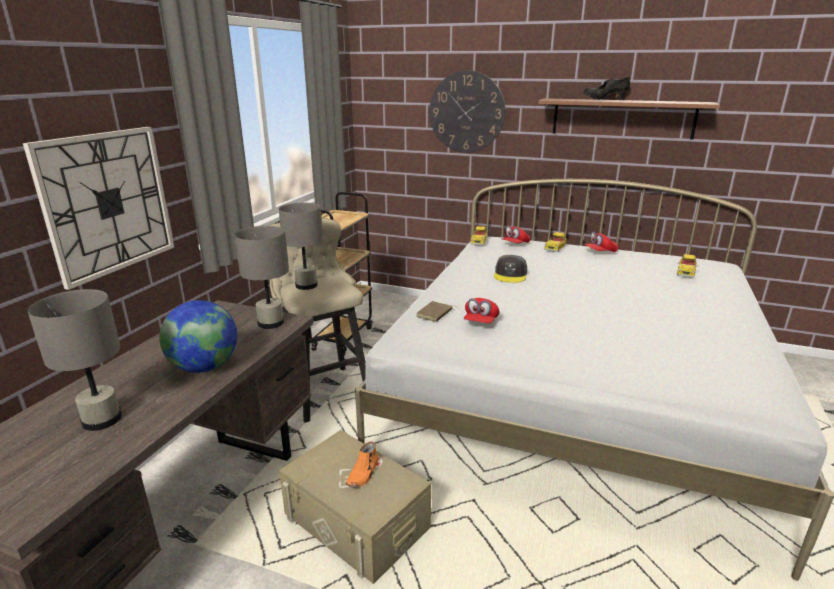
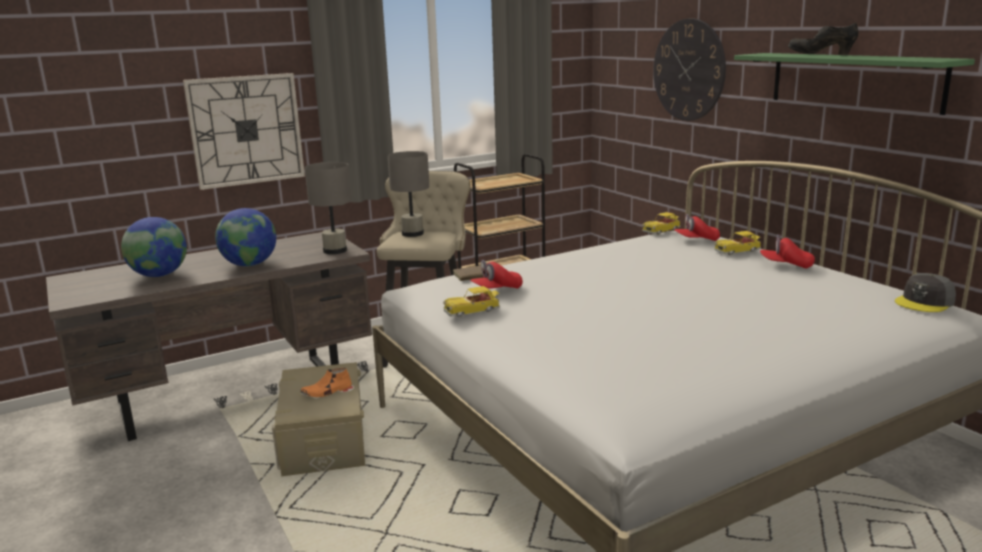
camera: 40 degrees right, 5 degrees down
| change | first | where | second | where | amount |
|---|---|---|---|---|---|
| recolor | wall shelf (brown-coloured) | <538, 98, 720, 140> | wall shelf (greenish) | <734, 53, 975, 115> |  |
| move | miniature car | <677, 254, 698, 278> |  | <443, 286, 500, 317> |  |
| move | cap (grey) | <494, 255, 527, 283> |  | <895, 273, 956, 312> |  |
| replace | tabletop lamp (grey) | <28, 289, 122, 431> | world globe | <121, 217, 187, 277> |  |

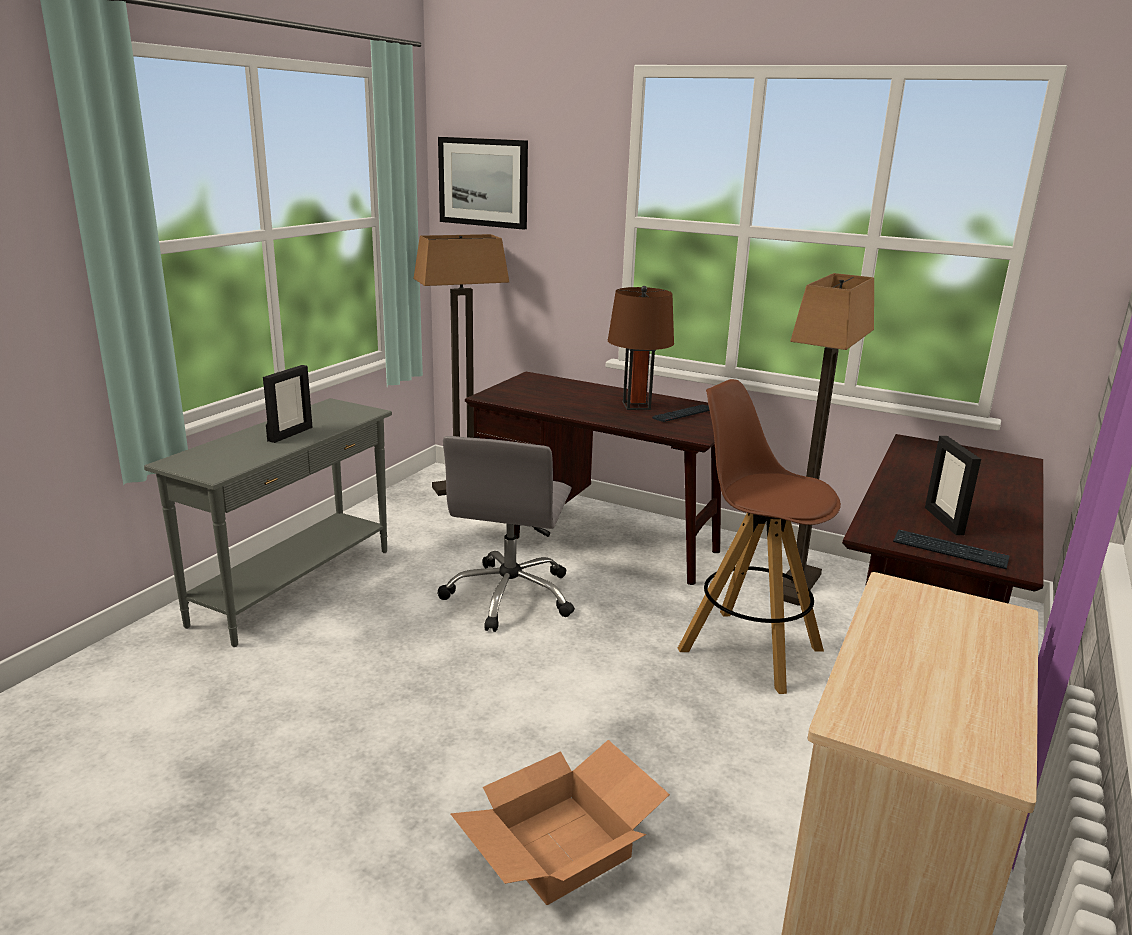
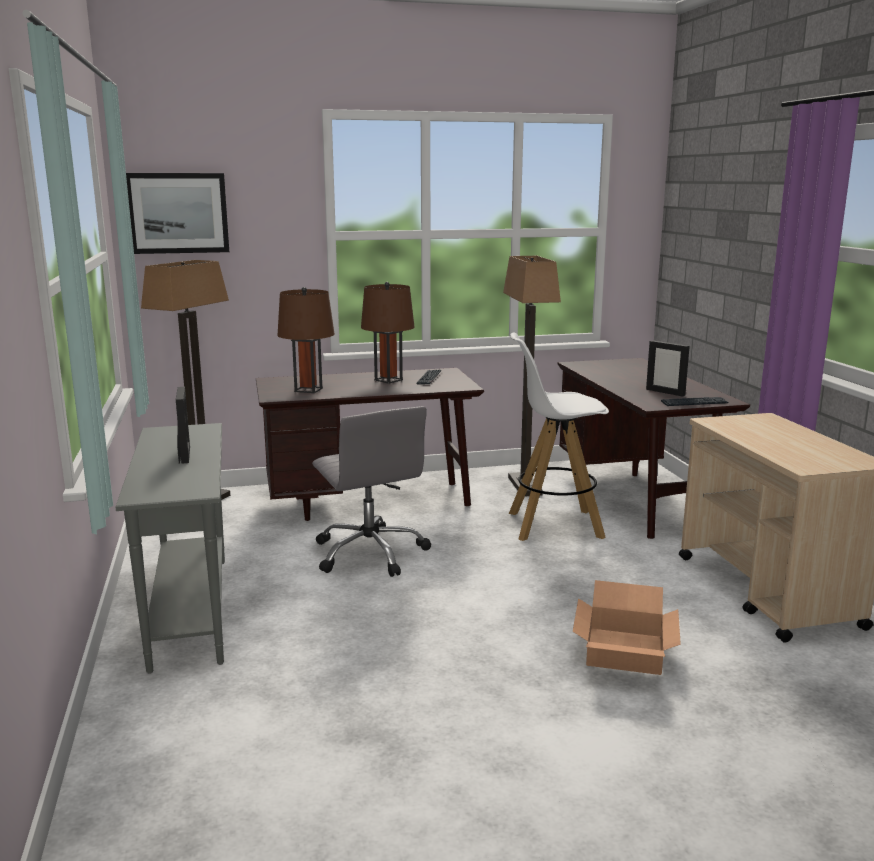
camera: 40 degrees left, 5 degrees down
| change | first | where | second | where | amount |
|---|---|---|---|---|---|
| recolor | stool seat (brown-coloured) | <678, 379, 841, 694> | stool seat (white-coloured) | <509, 332, 609, 541> |  |
| insert |  |  | tabletop lamp (brown-coloured) | <277, 287, 335, 393> |  |

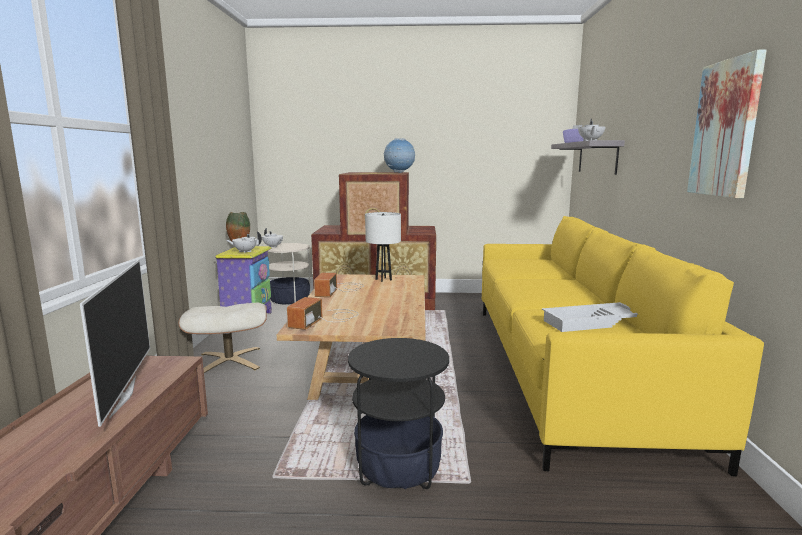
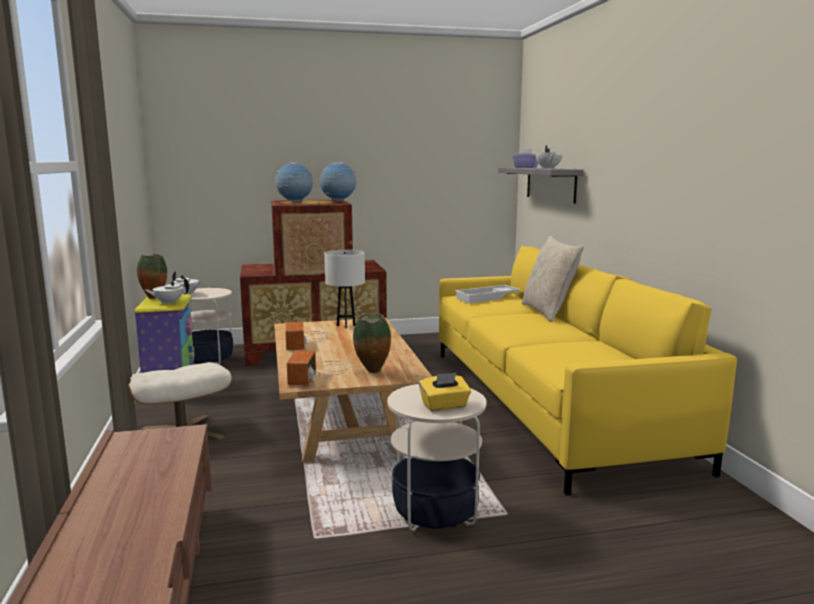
camera: 15 degrees left, 0 degrees up
| change | first | where | second | where | amount |
|---|---|---|---|---|---|
| delete | wall art | <687, 50, 767, 198> |  |  |  |
| delete | TV | <80, 260, 150, 427> |  |  |  |
| move | carrying tray (white-coloured) | <542, 302, 638, 332> |  | <455, 285, 521, 304> |  |
| recolor | accent table (black) | <348, 338, 449, 489> | accent table (beige) | <387, 384, 487, 531> |  |
| insert |  |  | world globe | <275, 162, 313, 203> |  |
| insert |  |  | cushion (beige) | <522, 236, 584, 322> |  |
| insert |  |  | decorative vase | <353, 313, 391, 373> |  |
| insert |  |  | box of tissues (yellow-coloured) | <419, 373, 471, 411> |  |

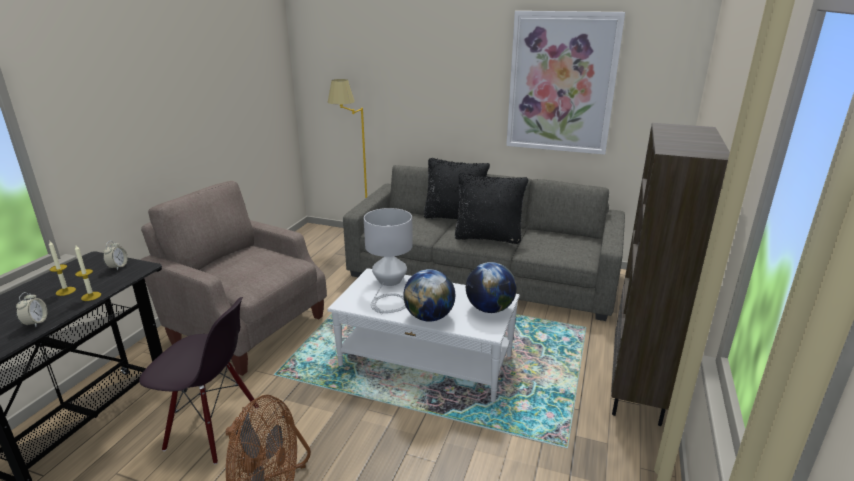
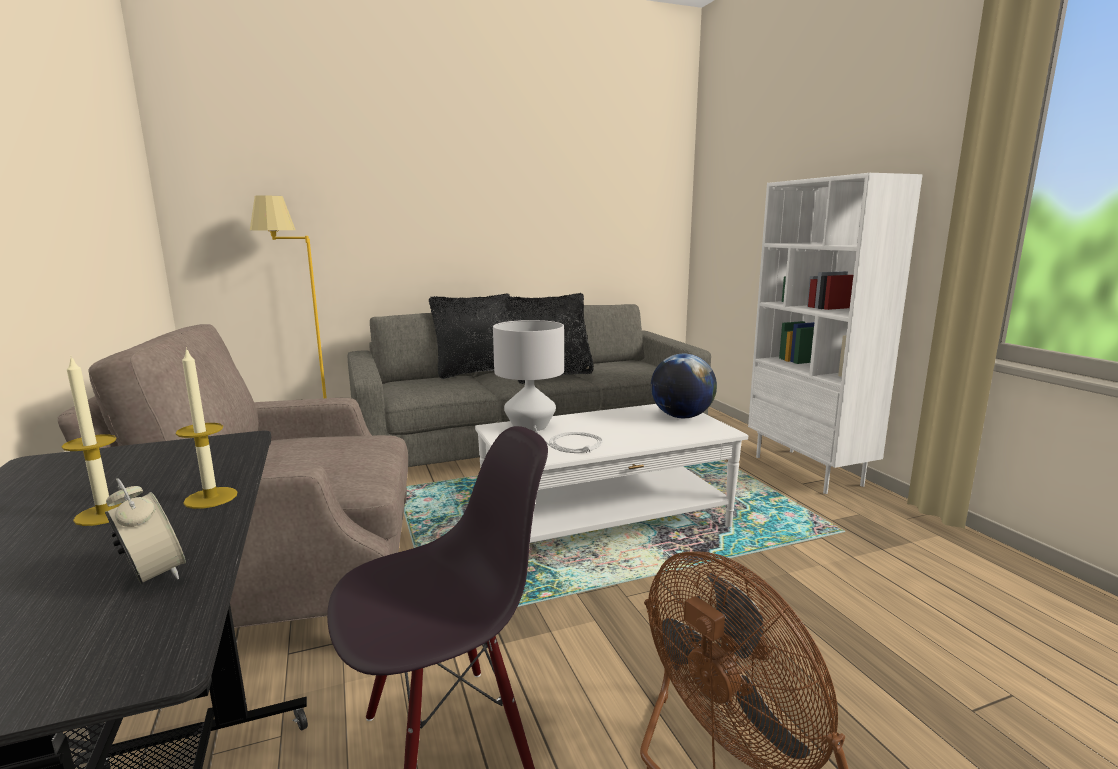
camera: 40 degrees left, 10 degrees down
| change | first | where | second | where | amount |
|---|---|---|---|---|---|
| delete | wall art | <506, 11, 625, 155> |  |  |  |
| recolor | bookcase (brown-coloured) | <611, 123, 730, 426> | bookcase (white-coloured) | <748, 173, 923, 494> |  |
| delete | table clock | <103, 241, 128, 270> |  |  |  |
| delete | world globe | <403, 269, 455, 322> |  |  |  |

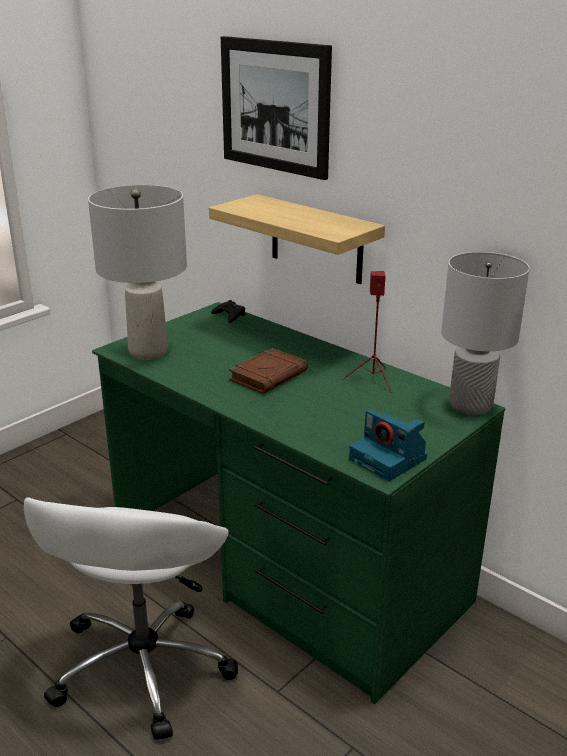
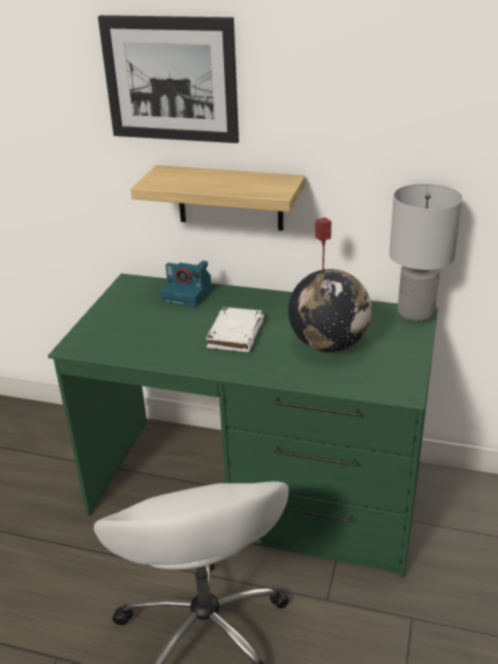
camera: 25 degrees left, 5 degrees up
| change | first | where | second | where | amount |
|---|---|---|---|---|---|
| delete | tabletop lamp (grey) | <88, 185, 187, 360> |  |  |  |
| delete | joypad (black) | <211, 300, 246, 323> |  |  |  |
| recolor | volume (brown-coloured) | <229, 348, 308, 394> | volume (white-coloured) | <206, 307, 264, 352> |  |
| move | photo camera | <349, 410, 427, 481> |  | <161, 261, 213, 307> |  |
| insert |  |  | world globe | <288, 269, 372, 352> |  |

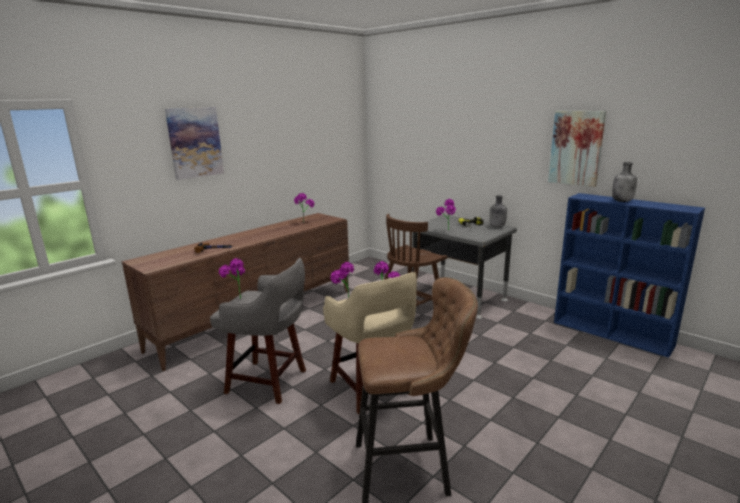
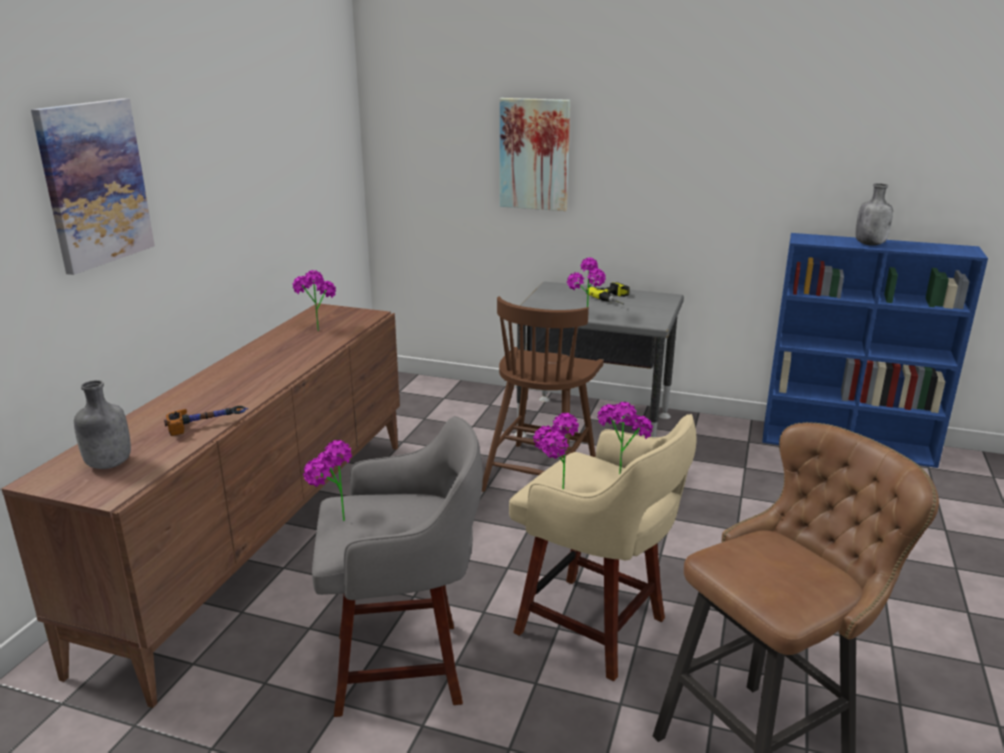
camera: 25 degrees left, 5 degrees up
| change | first | where | second | where | amount |
|---|---|---|---|---|---|
| move | wall art | <548, 111, 606, 187> |  | <500, 98, 570, 211> |  |
| move | bottle (grey) | <489, 195, 507, 227> |  | <74, 380, 131, 469> |  |

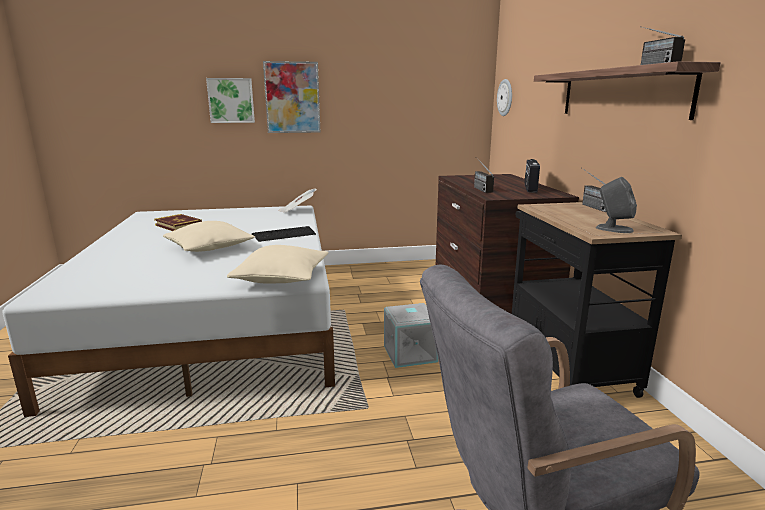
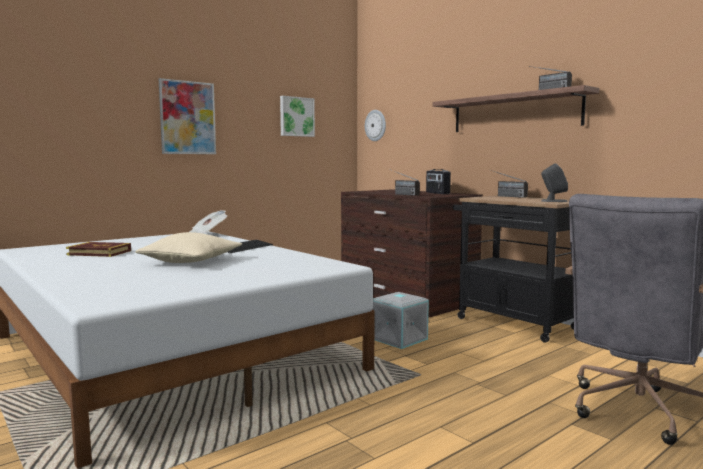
camera: 30 degrees left, 10 degrees down
| change | first | where | second | where | amount |
|---|---|---|---|---|---|
| move | wall art | <206, 78, 255, 123> |  | <280, 96, 315, 137> |  |
| delete | cushion (beige) | <227, 245, 329, 284> |  |  |  |

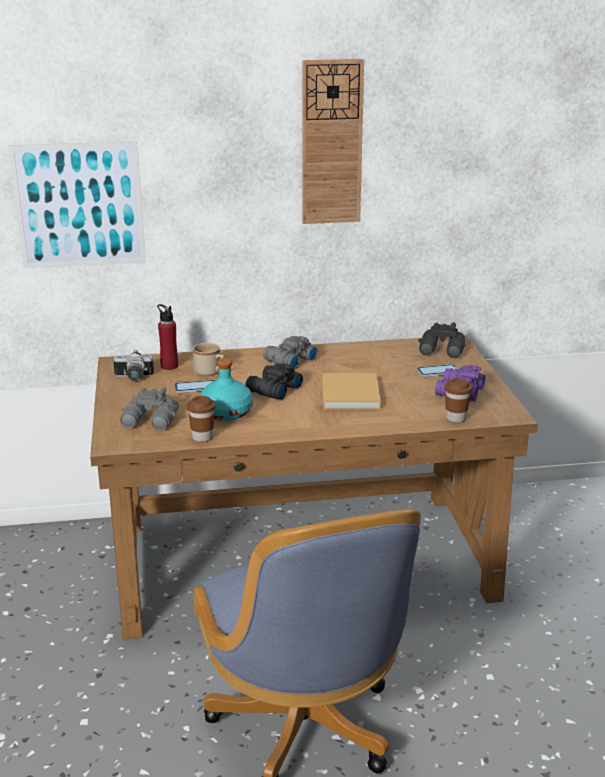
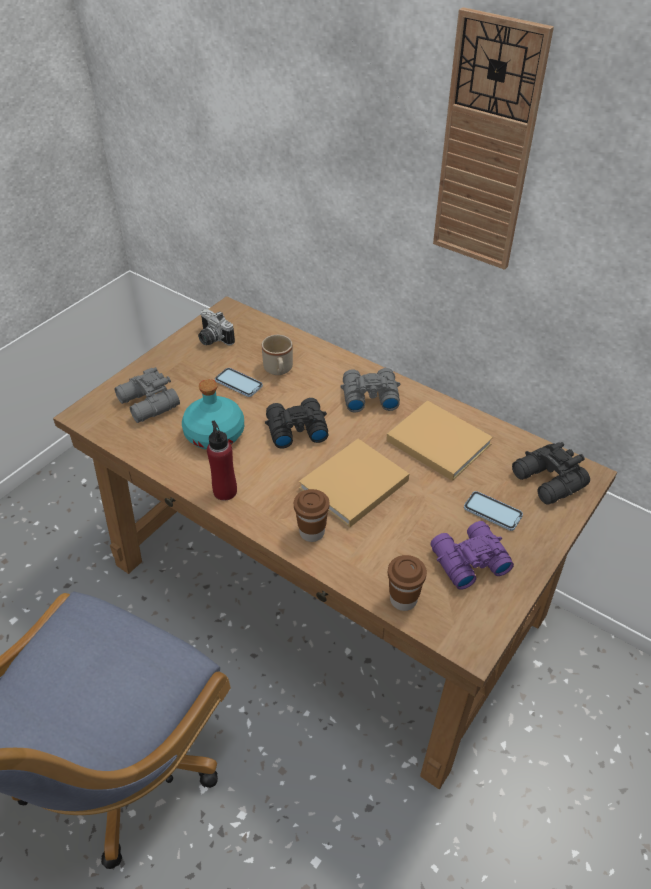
camera: 45 degrees right, 20 degrees up
| change | first | where | second | where | amount |
|---|---|---|---|---|---|
| delete | wall art | <8, 141, 146, 268> |  |  |  |
| move | bottle (red) | <157, 304, 178, 370> |  | <207, 421, 237, 501> |  |
| move | drinking cup (brown-coloured) | <187, 396, 215, 442> |  | <294, 489, 330, 542> |  |
| insert |  |  | volume (beige) | <386, 400, 493, 481> |  |

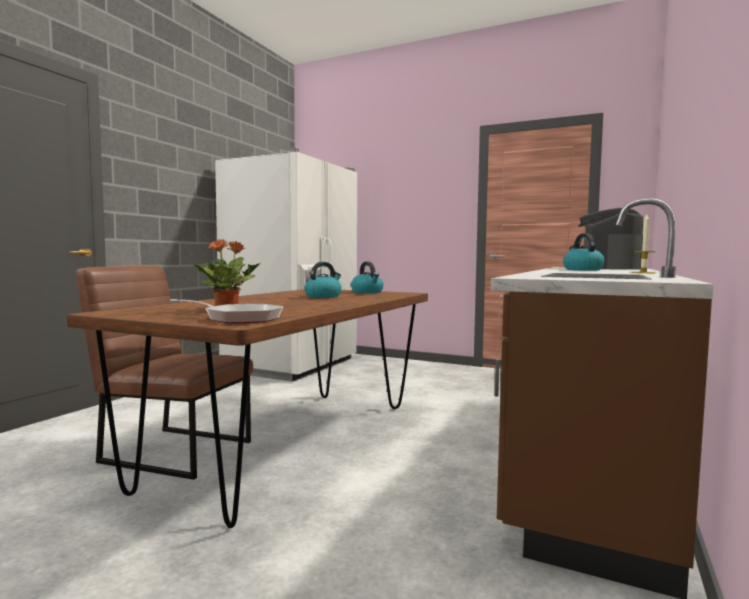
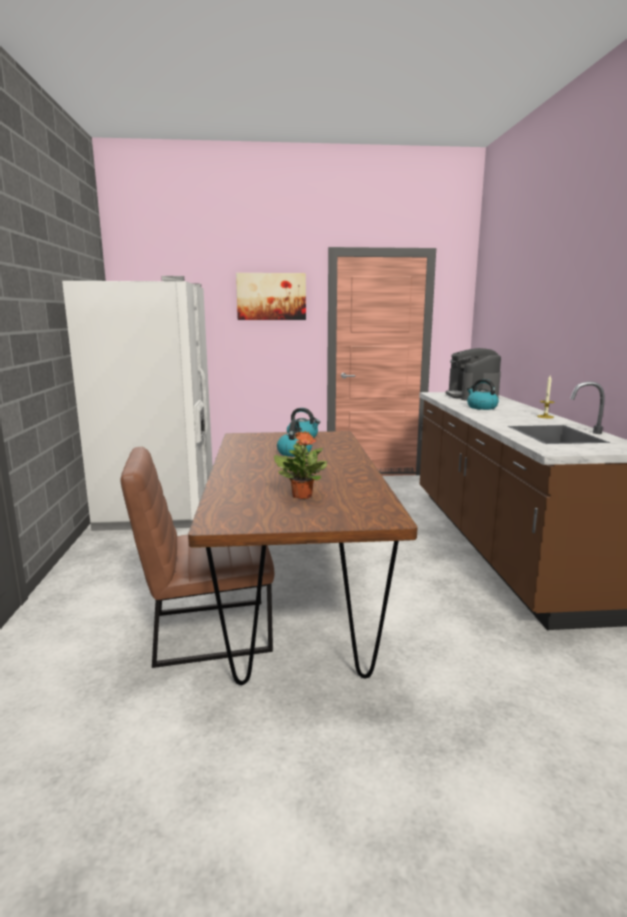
camera: 30 degrees left, 10 degrees up
| change | first | where | second | where | amount |
|---|---|---|---|---|---|
| delete | pan | <169, 299, 283, 323> |  |  |  |
| insert |  |  | wall art | <236, 273, 306, 320> |  |

